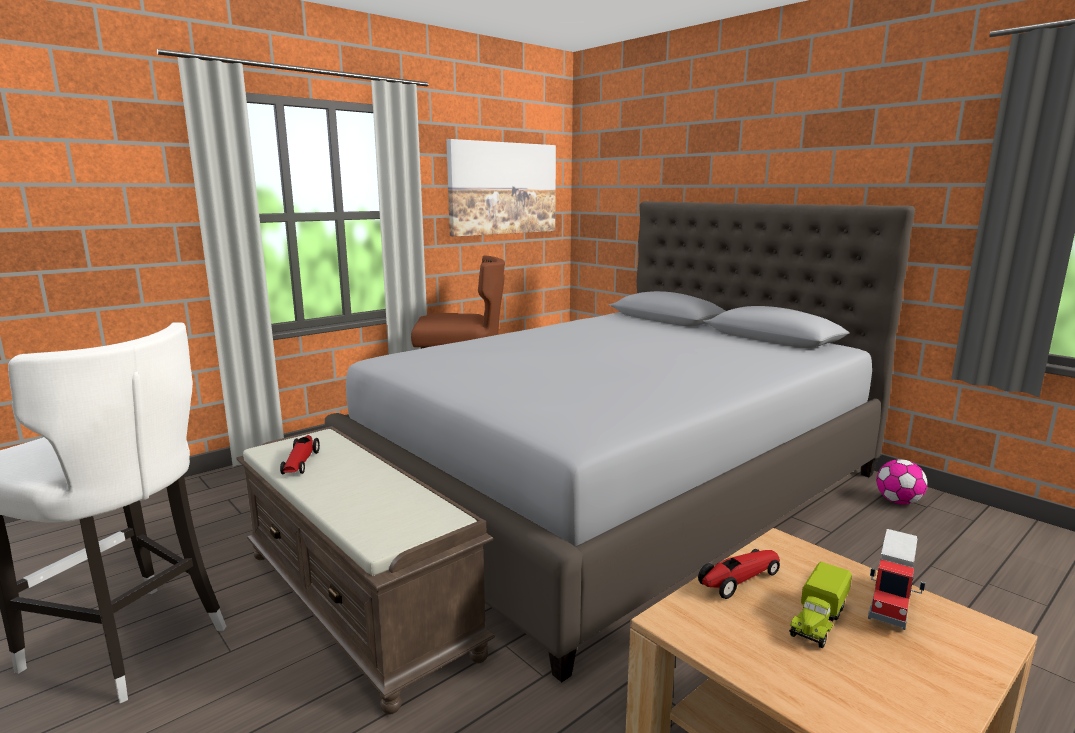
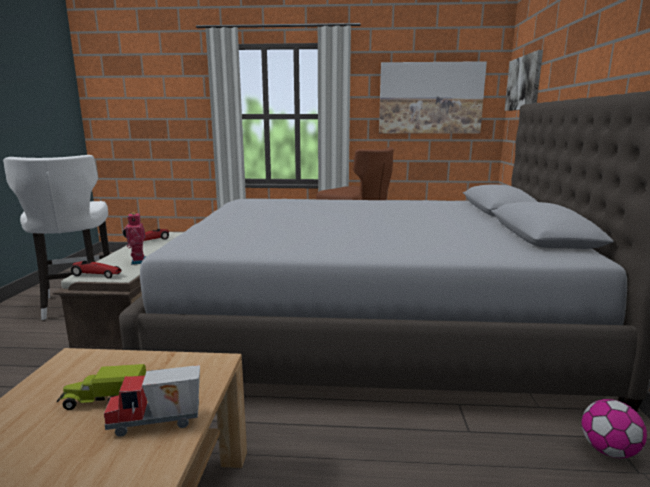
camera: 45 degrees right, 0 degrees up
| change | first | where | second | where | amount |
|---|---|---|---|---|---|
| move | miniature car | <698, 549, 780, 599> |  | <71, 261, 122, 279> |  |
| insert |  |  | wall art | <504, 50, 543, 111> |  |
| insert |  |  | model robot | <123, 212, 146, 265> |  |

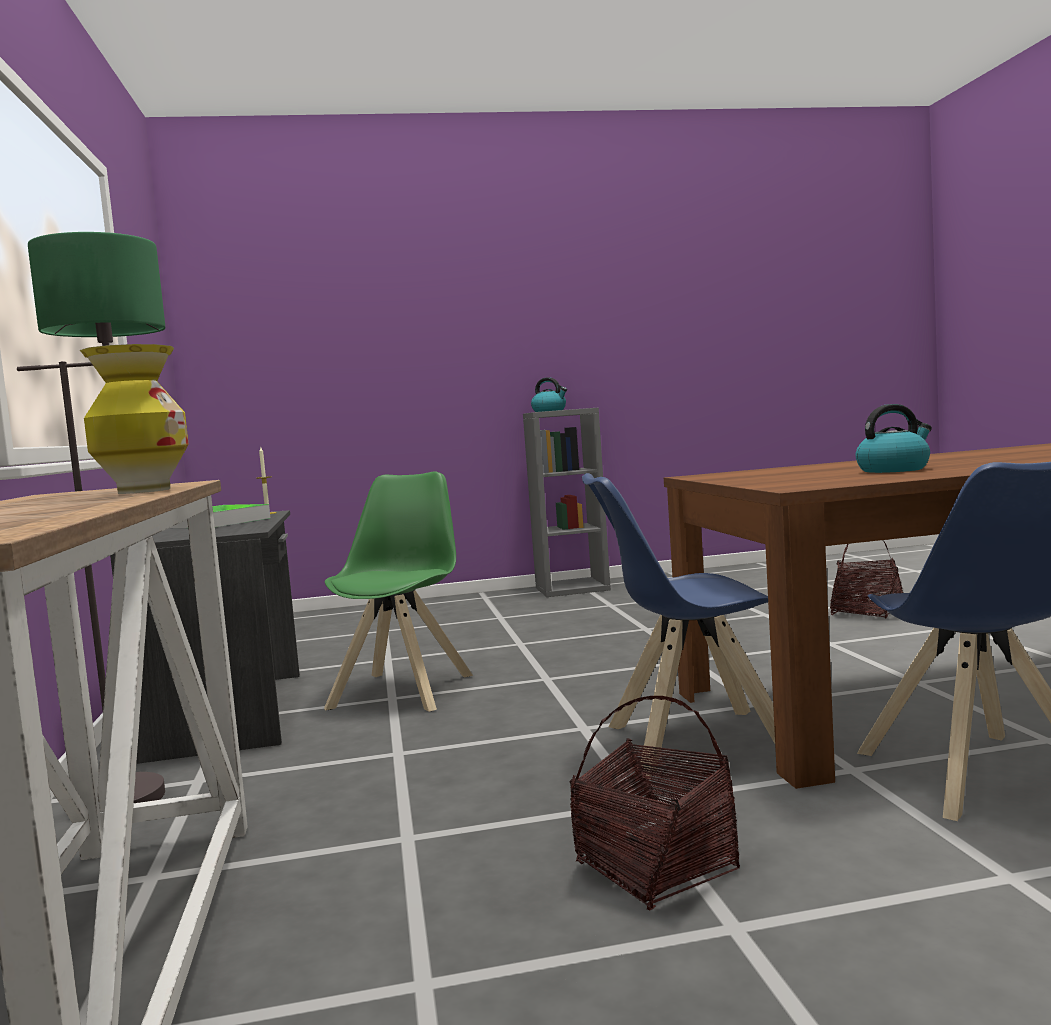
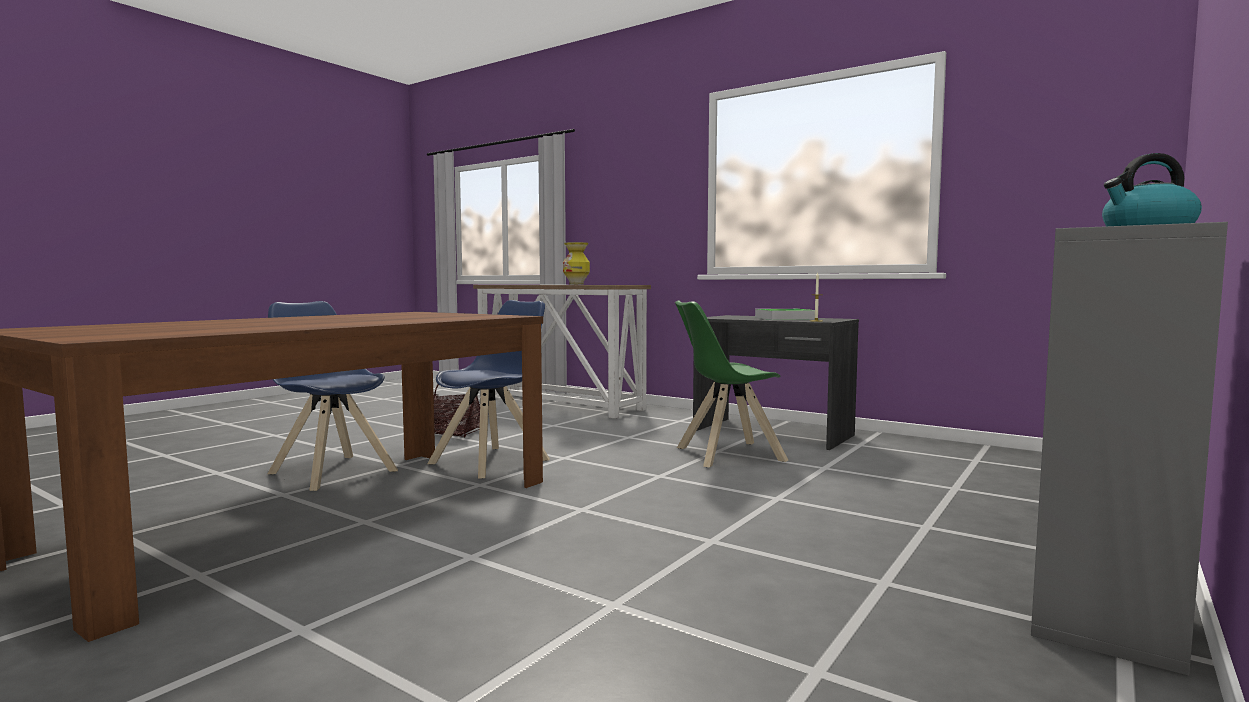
camera: 135 degrees right, 0 degrees up
| change | first | where | second | where | amount |
|---|---|---|---|---|---|
| delete | standard lamp (greenish) | <17, 232, 165, 803> |  |  |  |
| delete | kettle | <856, 404, 932, 473> |  |  |  |
| rotate | chair (greenish) | <324, 471, 473, 712> |  | <675, 300, 788, 468> | 105 degrees clockwise |
| delete | household basket | <830, 541, 903, 618> |  |  |  |

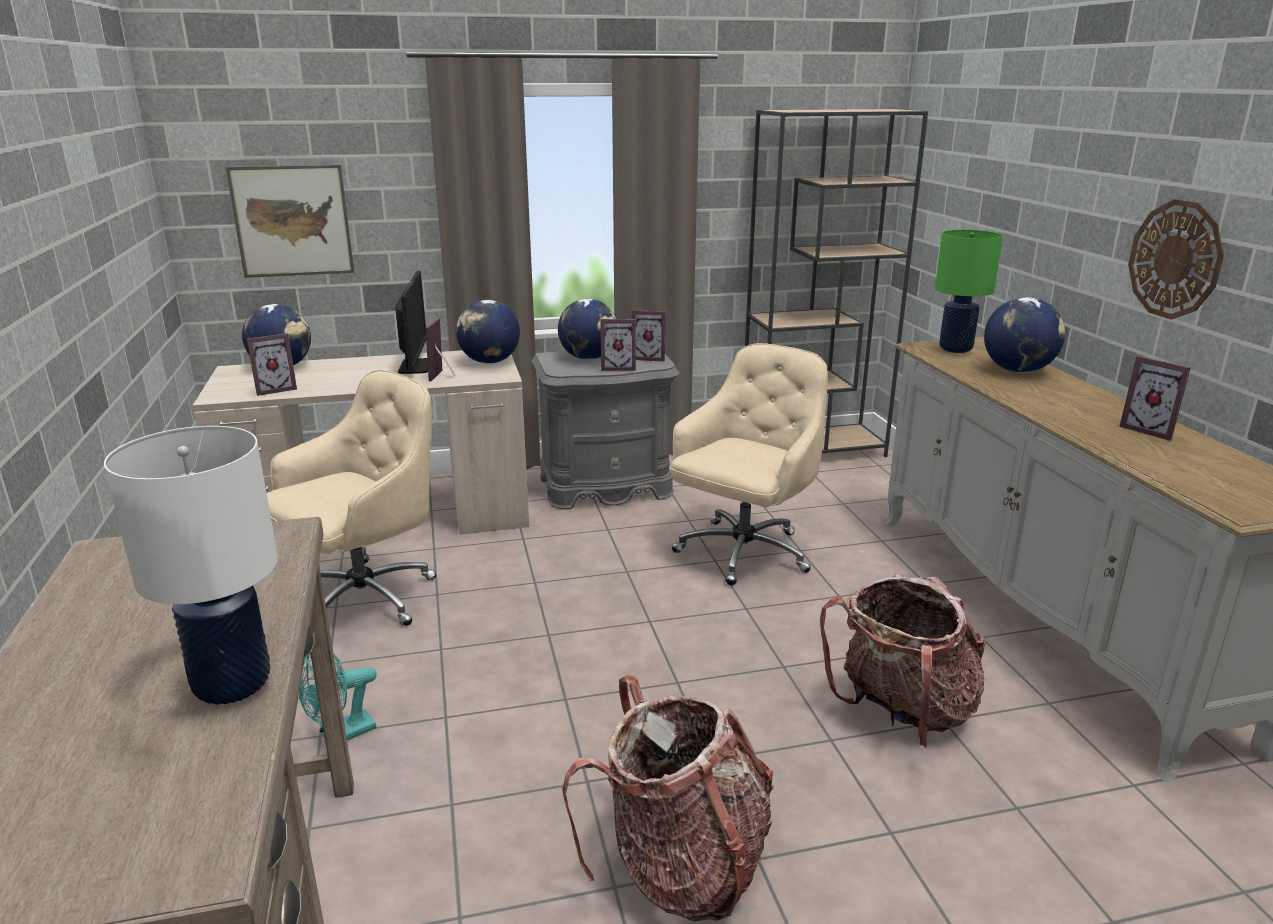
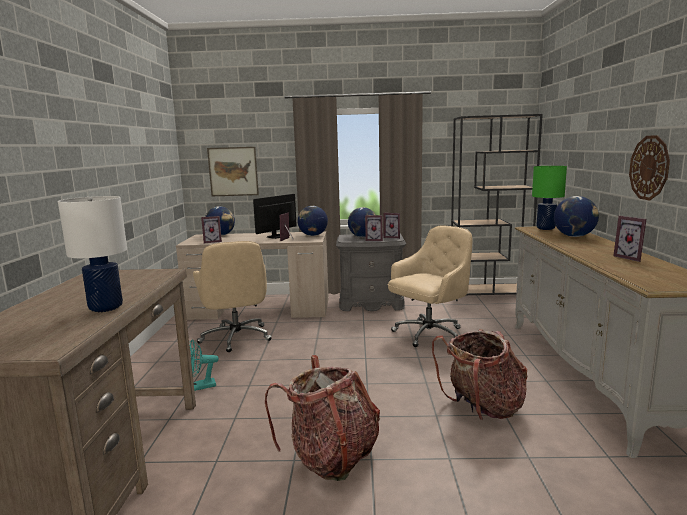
camera: 15 degrees right, 10 degrees down
| change | first | where | second | where | amount |
|---|---|---|---|---|---|
| rotate | computer screen | <395, 271, 428, 374> |  | <253, 194, 297, 239> | 150 degrees counterclockwise |
| rotate | computer chair (beige) | <267, 370, 436, 626> |  | <193, 241, 271, 352> | 105 degrees clockwise |

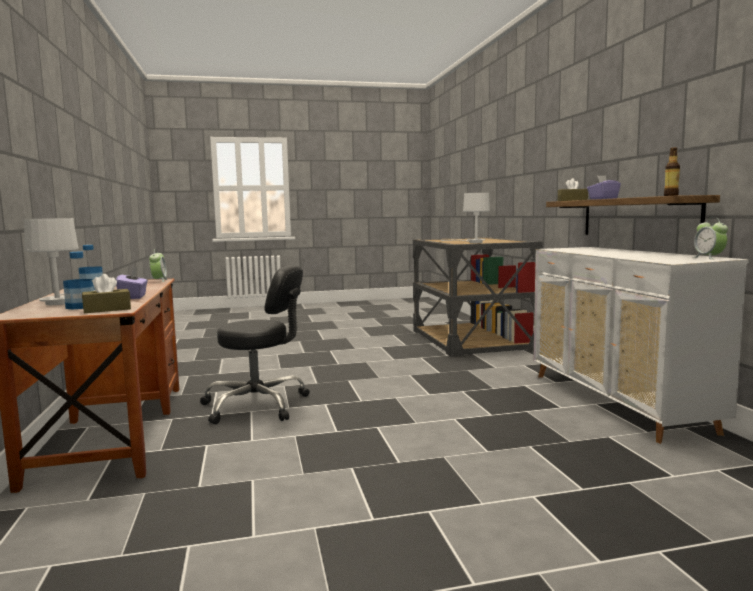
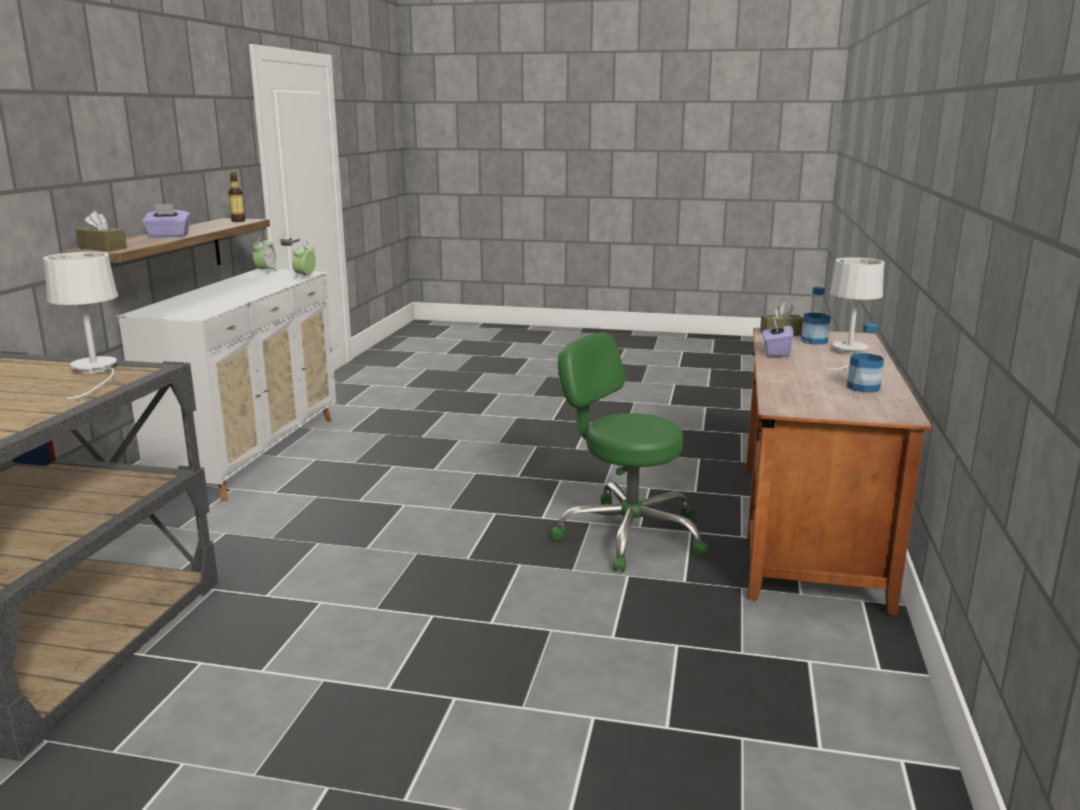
camera: 155 degrees left, 10 degrees up
| change | first | where | second | where | amount |
|---|---|---|---|---|---|
| move | table clock | <149, 249, 168, 282> |  | <292, 241, 316, 279> |  |
| recolor | computer chair (black) | <200, 265, 310, 424> | computer chair (greenish) | <551, 332, 708, 572> |  |

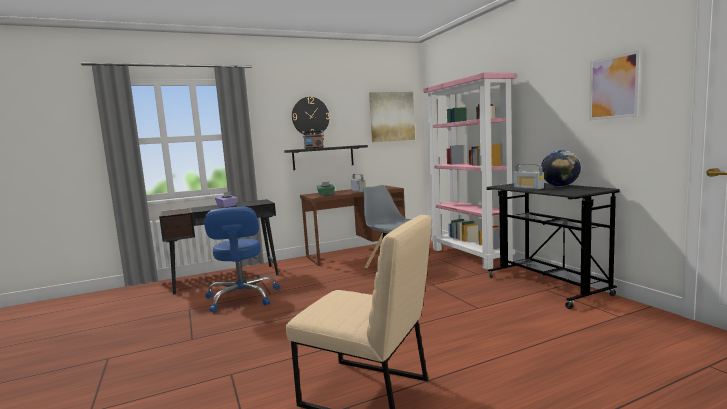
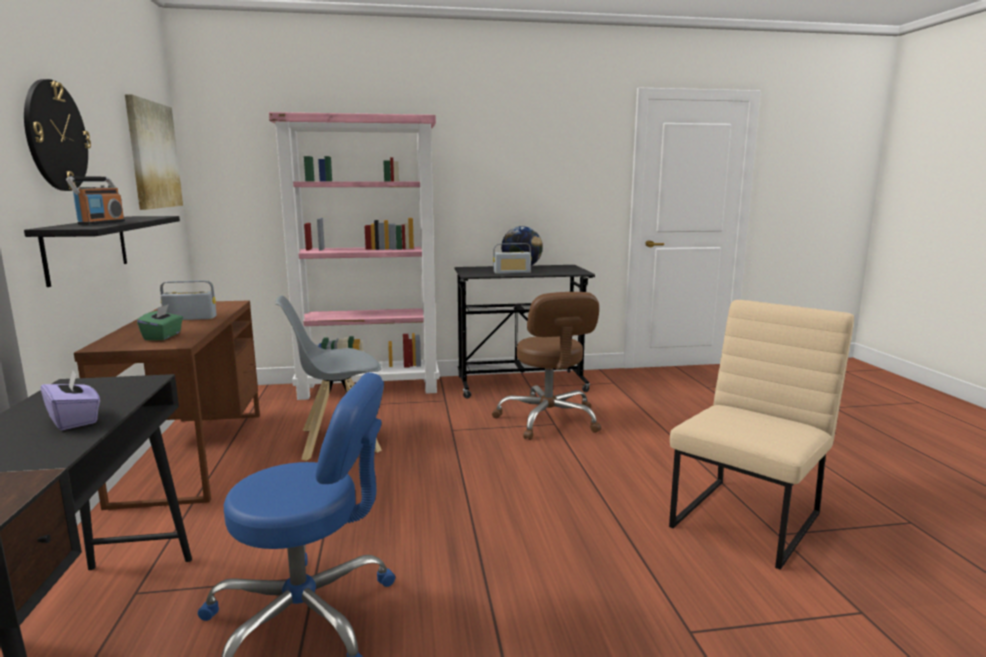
camera: 75 degrees left, 5 degrees up
| change | first | where | second | where | amount |
|---|---|---|---|---|---|
| delete | wall art | <589, 50, 640, 120> |  |  |  |
| insert |  |  | computer chair (brown-coloured) | <492, 292, 602, 440> |  |

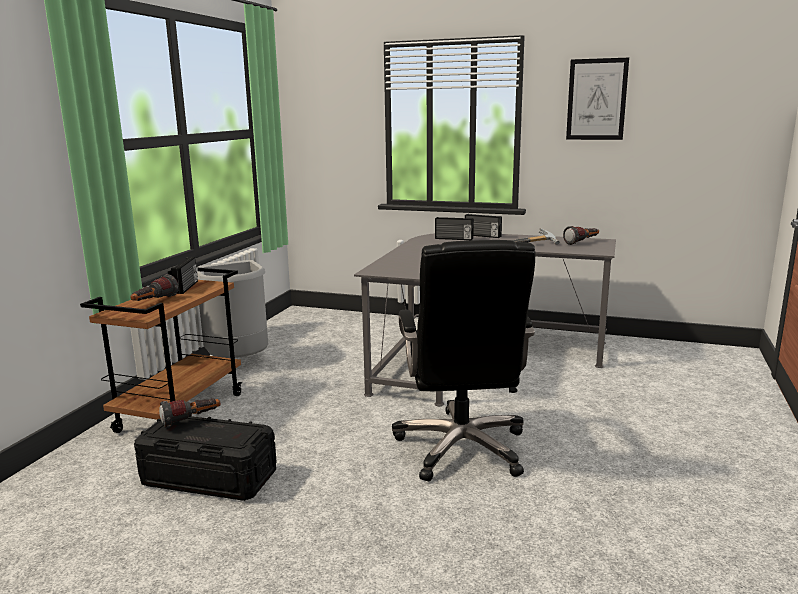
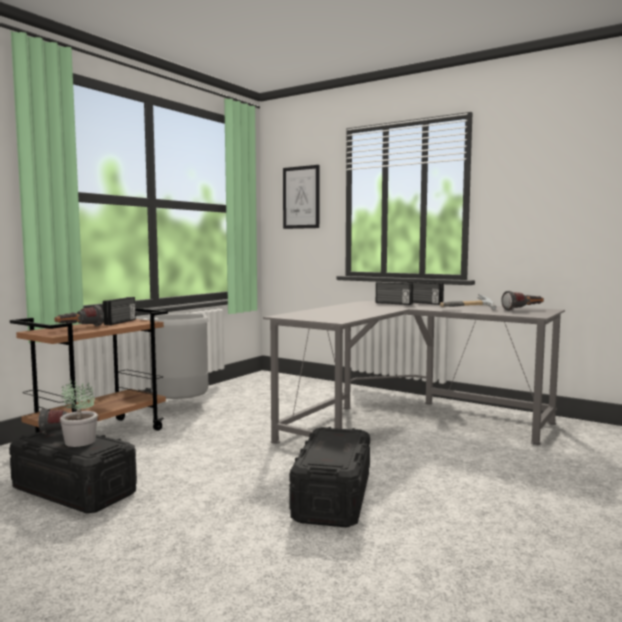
camera: 15 degrees right, 10 degrees down
| change | first | where | second | where | amount |
|---|---|---|---|---|---|
| move | wall art | <566, 58, 629, 140> |  | <283, 165, 319, 229> |  |
| replace | computer chair (black) | <392, 240, 535, 481> | storage box (black) | <289, 427, 370, 528> |  |
| insert |  |  | potted plant | <60, 379, 98, 447> |  |

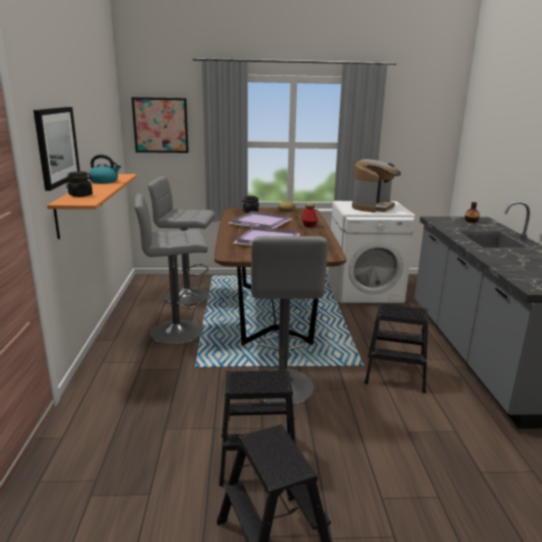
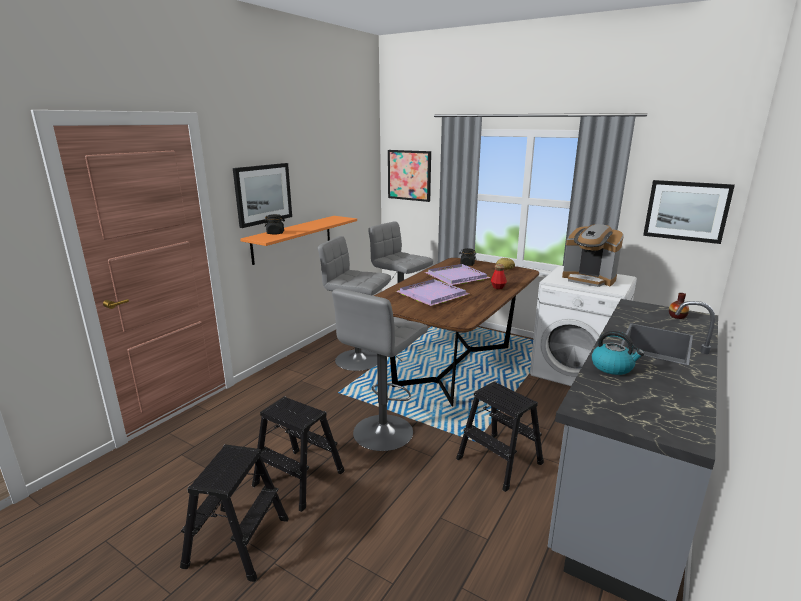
camera: 35 degrees right, 0 degrees up
| change | first | where | second | where | amount |
|---|---|---|---|---|---|
| move | kettle | <88, 154, 121, 184> |  | <592, 331, 644, 375> |  |
| rotate | coffee machine | <352, 159, 401, 213> |  | <562, 224, 624, 287> | 60 degrees clockwise |
| insert |  |  | wall art | <643, 180, 735, 244> |  |

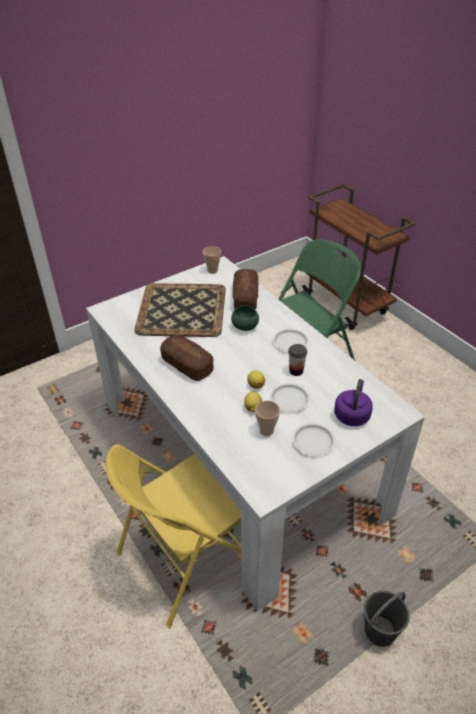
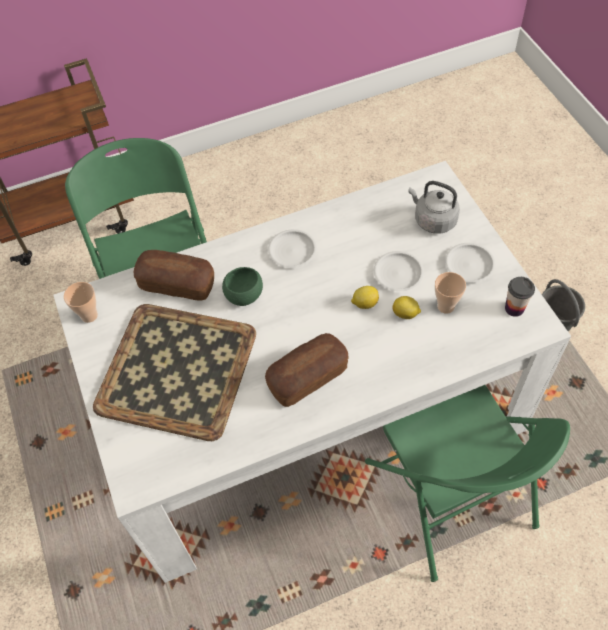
camera: 75 degrees left, 15 degrees up
| change | first | where | second | where | amount |
|---|---|---|---|---|---|
| move | drinking cup | <288, 344, 307, 376> |  | <505, 277, 535, 317> |  |
| recolor | kettle (purple-coloured) | <334, 379, 373, 426> | kettle (grey) | <408, 181, 460, 234> |  |
| recolor | chair (yellow-coloured) | <106, 445, 241, 628> | chair (greenish) | <365, 385, 570, 582> |  |

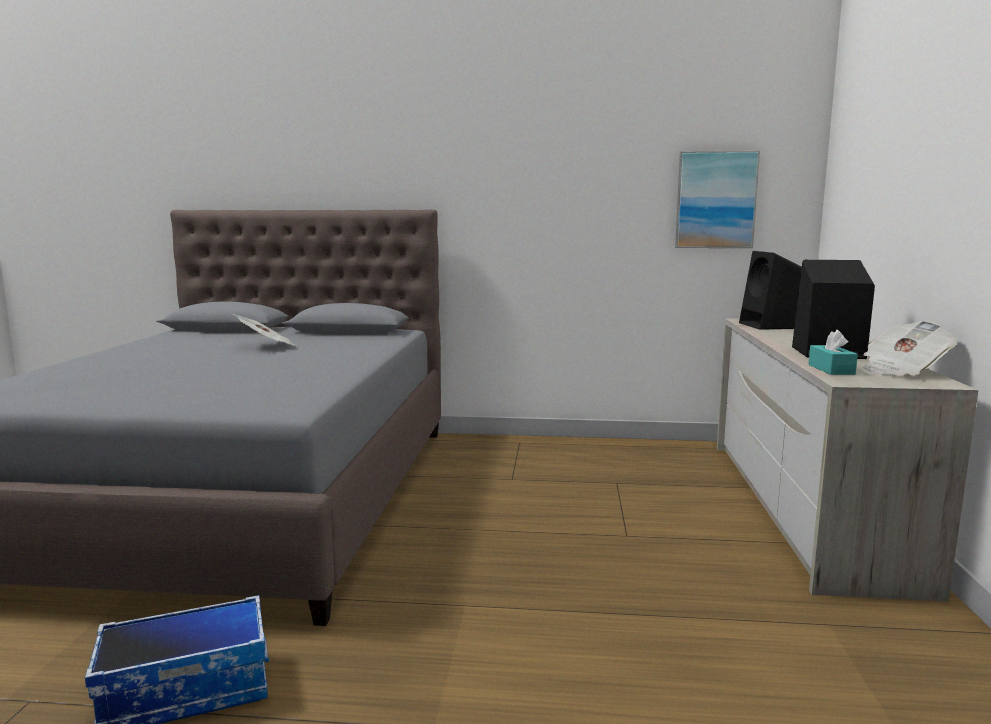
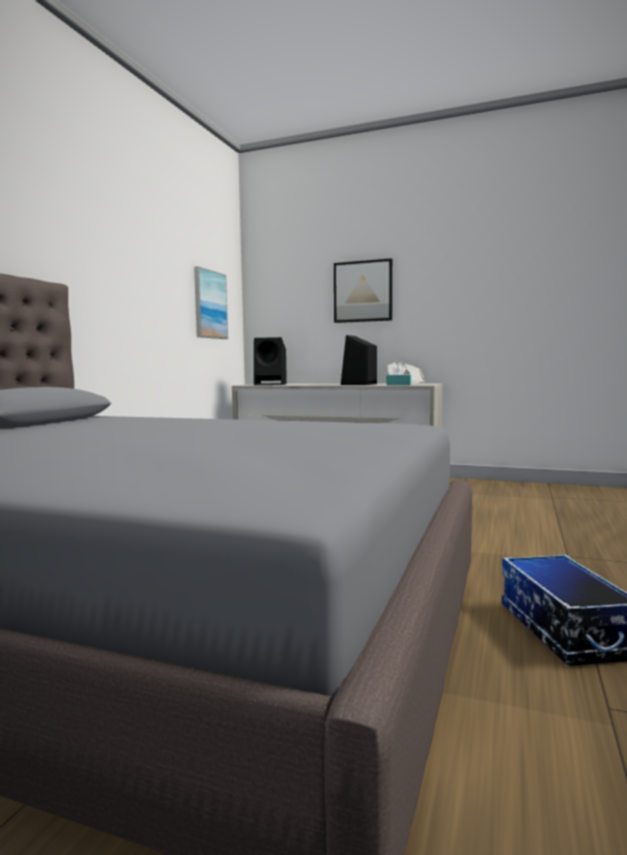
camera: 75 degrees left, 5 degrees down
| change | first | where | second | where | amount |
|---|---|---|---|---|---|
| delete | printed paper | <233, 314, 298, 347> |  |  |  |
| insert |  |  | wall art | <334, 258, 392, 323> |  |

